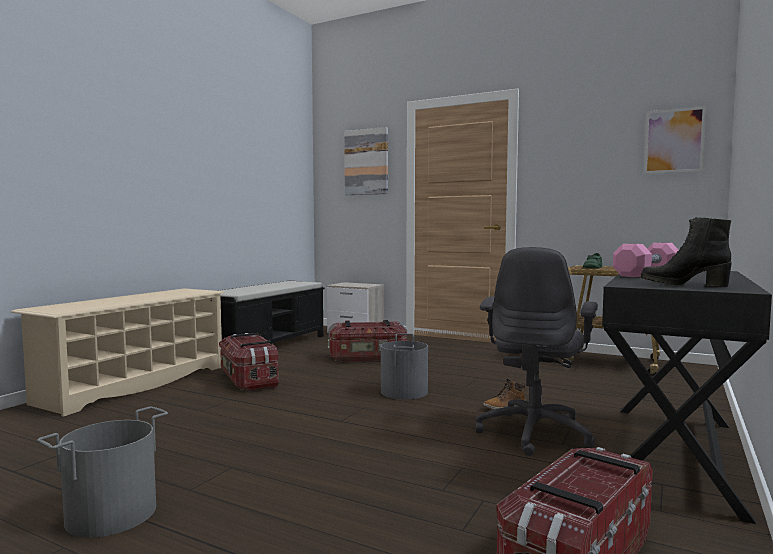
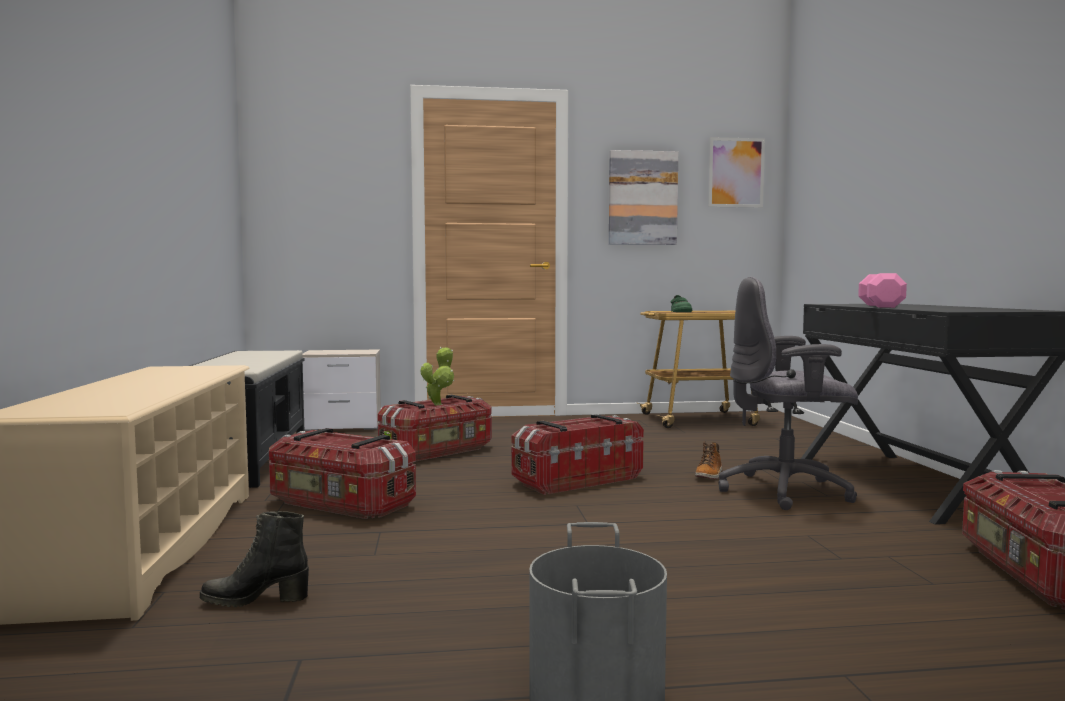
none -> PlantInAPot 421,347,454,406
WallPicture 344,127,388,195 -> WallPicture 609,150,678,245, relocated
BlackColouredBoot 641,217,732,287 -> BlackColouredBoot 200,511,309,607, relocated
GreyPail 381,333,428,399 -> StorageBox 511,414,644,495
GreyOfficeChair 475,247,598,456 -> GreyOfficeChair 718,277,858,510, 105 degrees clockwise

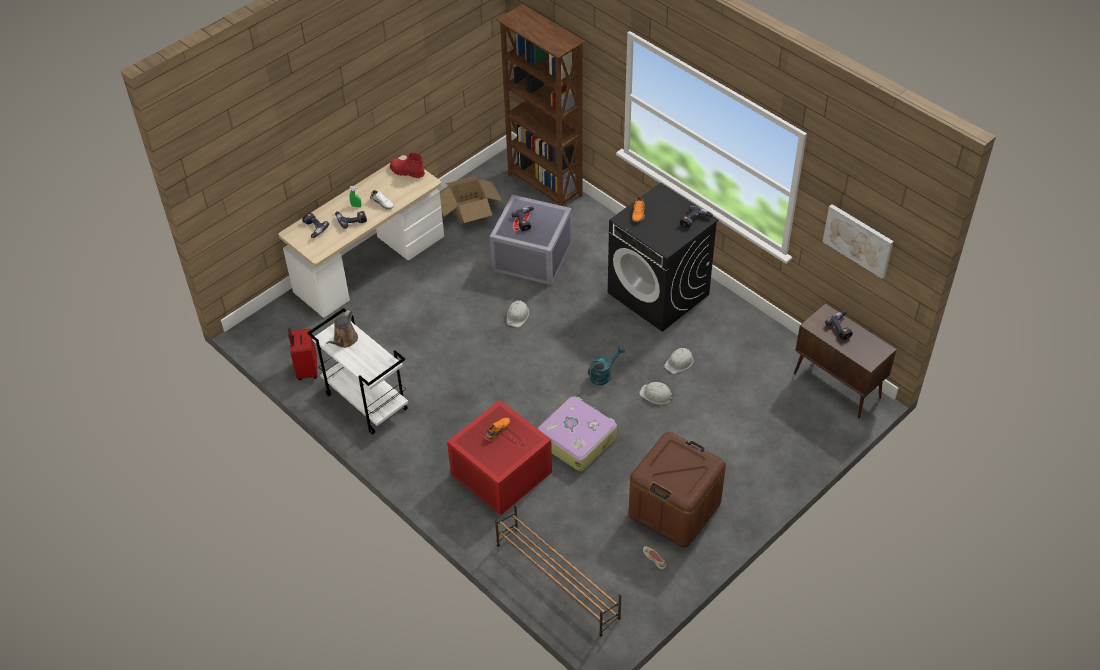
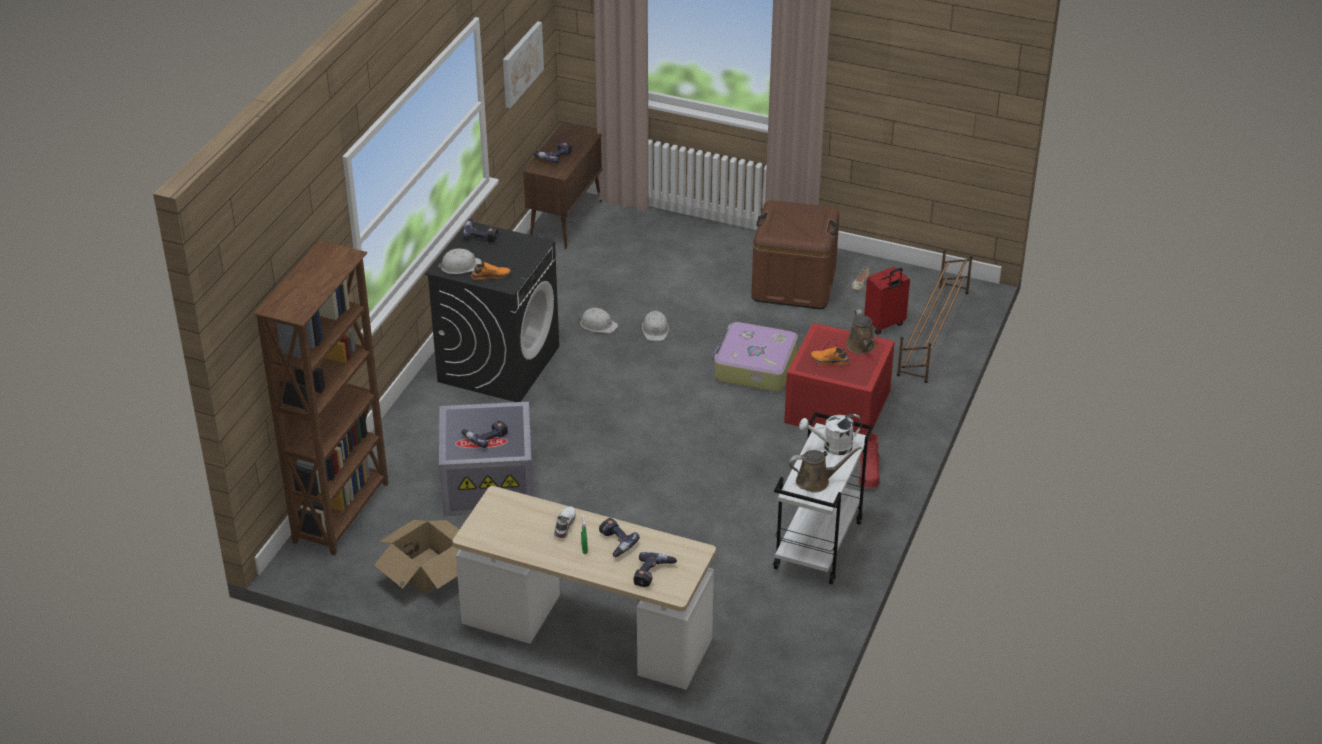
BlueGreenWateringCan 588,346,625,385 -> none
none -> WhitishWateringCan 799,414,862,455
none -> BrownColouredWateringCan 846,309,876,354
RedSuitcase 288,328,317,380 -> RedSuitcase 864,267,910,335, relocated
RedBoot 390,152,425,178 -> RedBoot 859,433,881,488, relocated
WhitishSafetyHelmet 507,300,529,327 -> WhitishSafetyHelmet 438,249,482,274, relocated

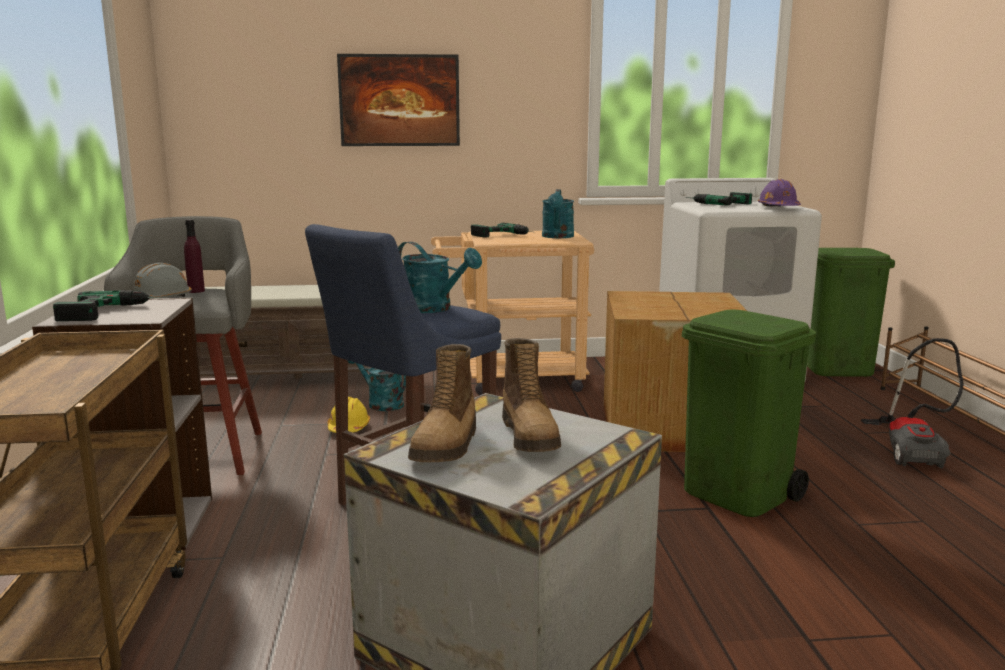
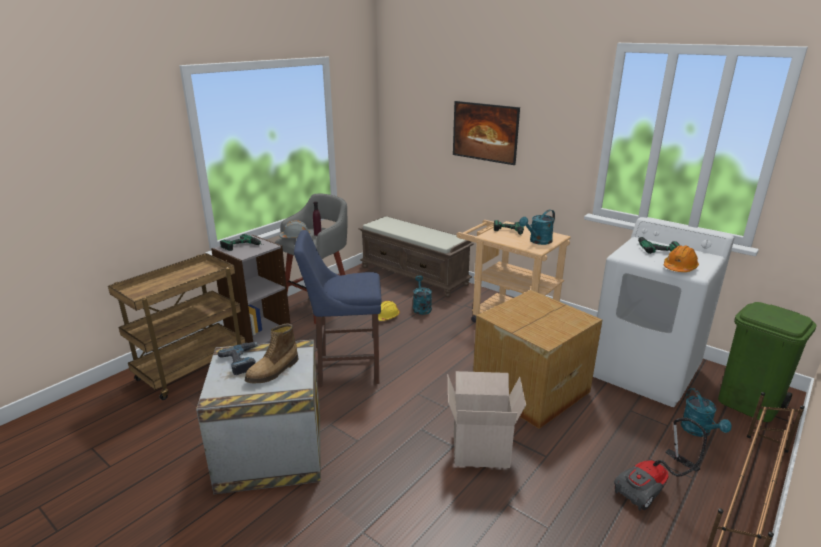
BlueGreenWateringCan 398,241,482,313 -> BlueGreenWateringCan 681,388,732,437, relocated
Boot 408,344,476,462 -> ElectricDrill 218,342,259,375
GreenColouredWasteBin 682,309,816,517 -> CardboardBox 448,371,526,468
PurpleSafetyHelmet 758,179,801,207 -> OrangeColouredSafetyHelmet 664,245,699,272

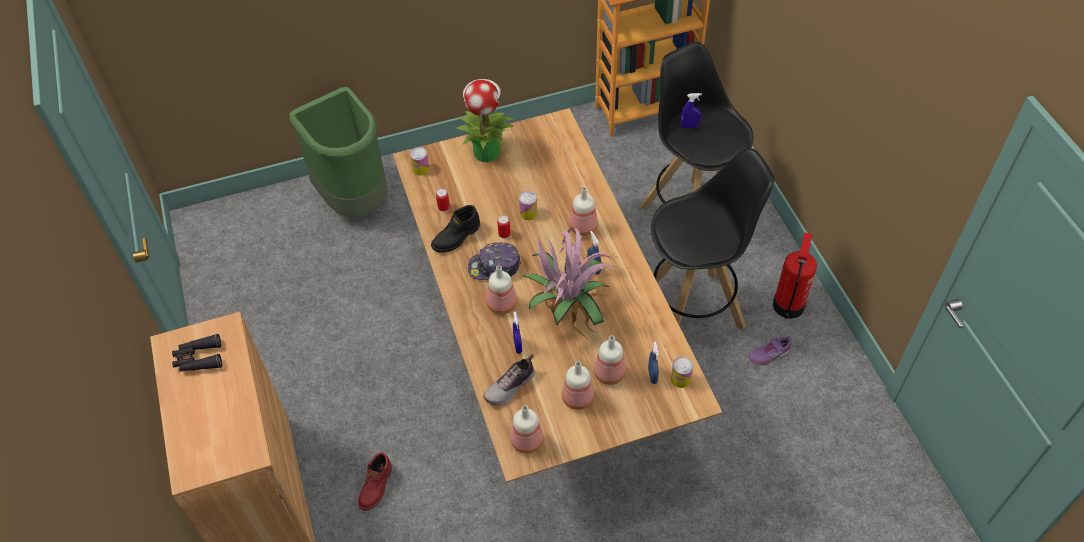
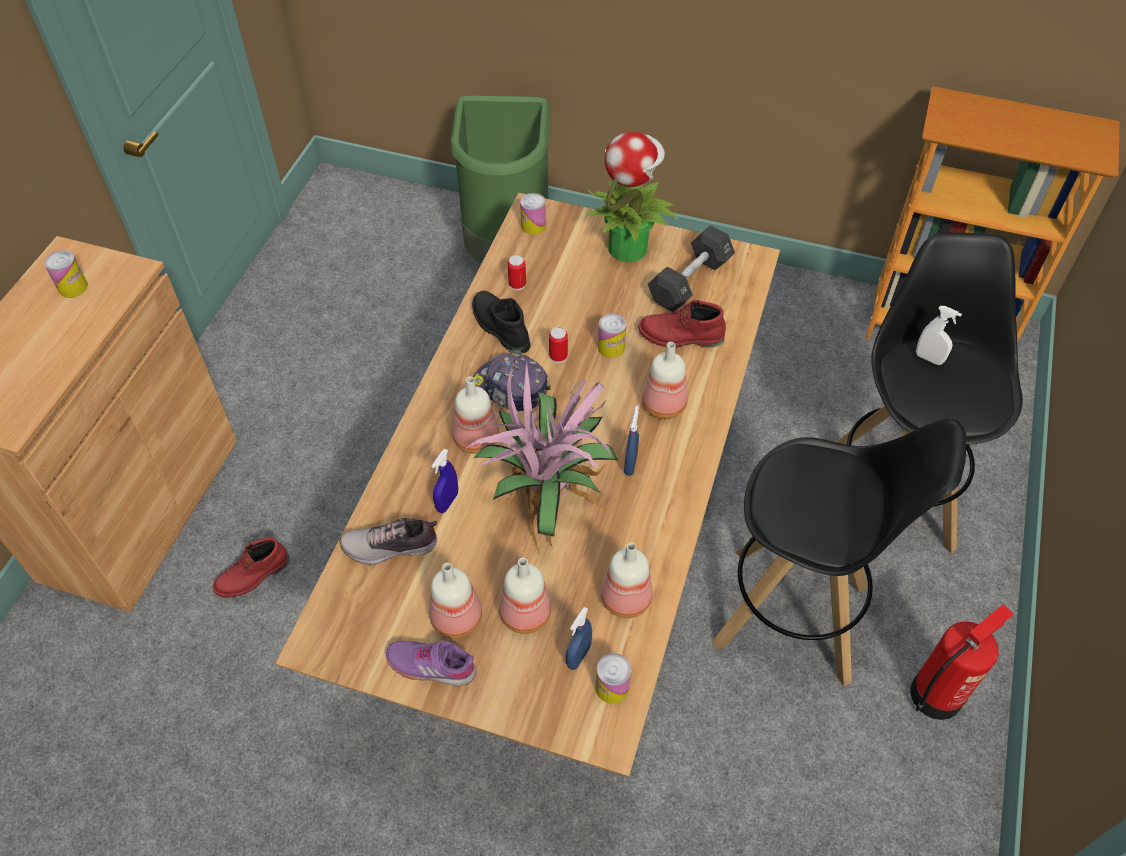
none -> RedBoot 638,300,726,348
none -> BlackColouredDumbbell 648,225,735,312
DrinkBottle 510,405,544,454 -> DrinkBottle 601,542,653,618, relocated
PurpleShoe 749,336,792,365 -> PurpleShoe 386,640,476,686, relocated
BlackColouredFieldGlasses 172,334,222,372 -> Can 44,250,88,298
BlueColouredSprayBottle 681,93,702,128 -> WhitishSprayBottle 916,306,962,365
BlackColouredBoot 431,205,480,253 -> BlackColouredBoot 472,291,531,354, 60 degrees clockwise

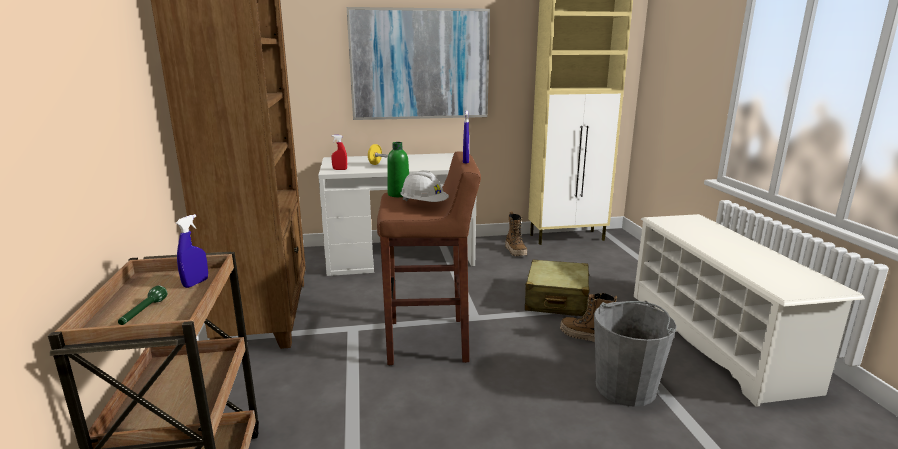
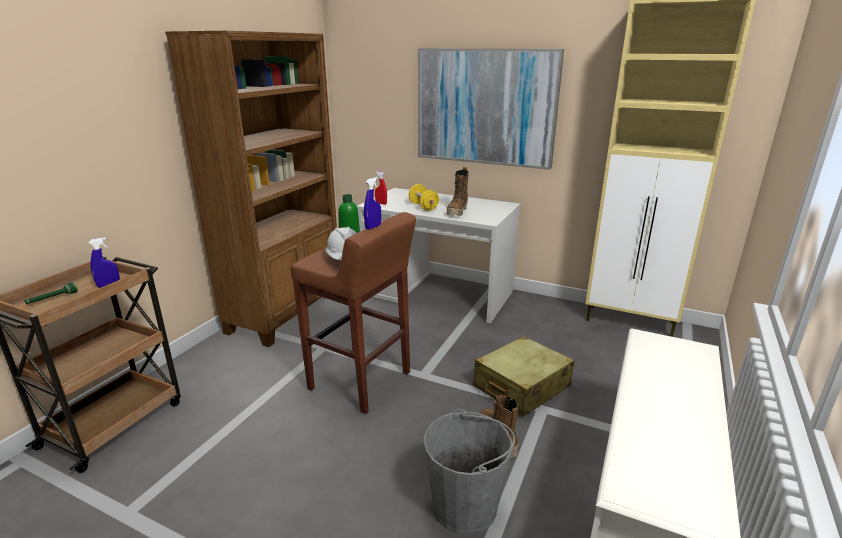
Boot 505,211,527,256 -> Boot 447,167,469,216, relocated

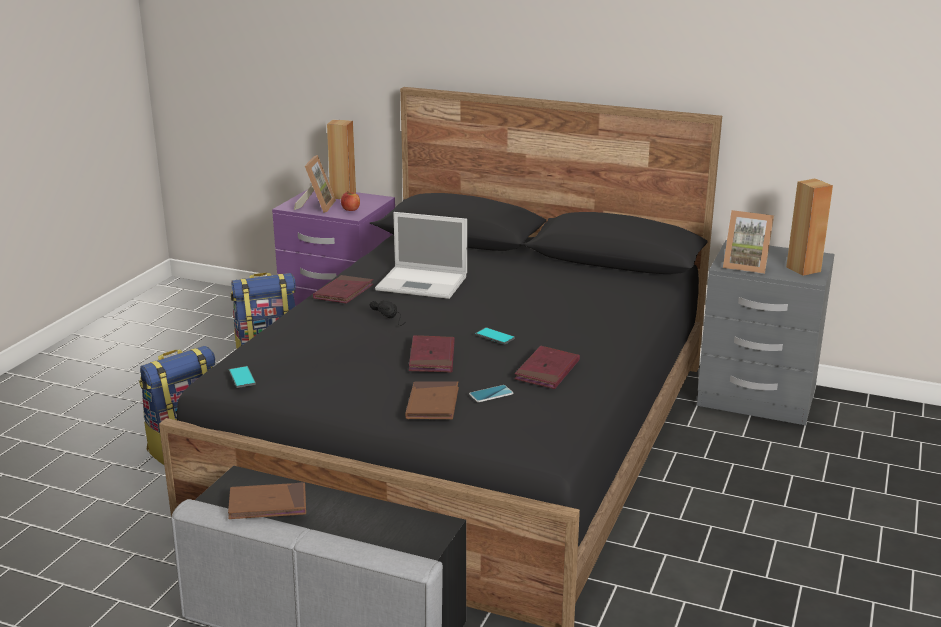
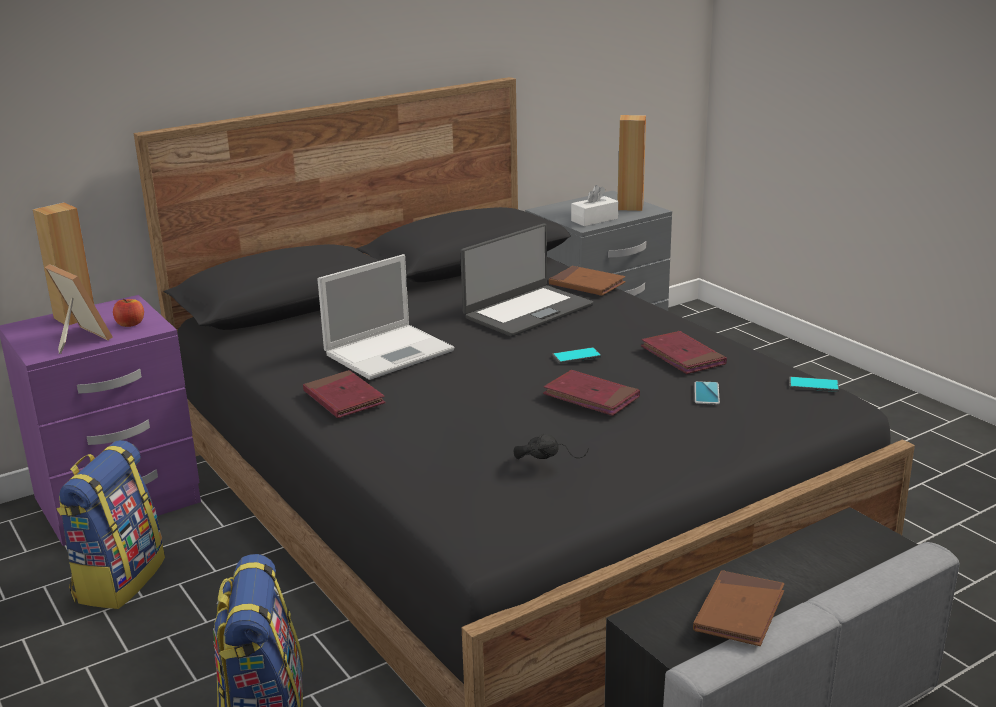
none -> NotebookComputer 460,223,593,337
Telephone 229,366,256,388 -> Telephone 789,377,839,392, relocated
BlackColouredHeadphones 370,300,403,326 -> BlackColouredHeadphones 514,434,589,459, relocated
BrownColouredBoundBook 405,381,459,419 -> BrownColouredBoundBook 549,266,626,296, relocated
PhotoFrame 723,210,774,274 -> WhitishBoxOfTissues 571,185,618,226

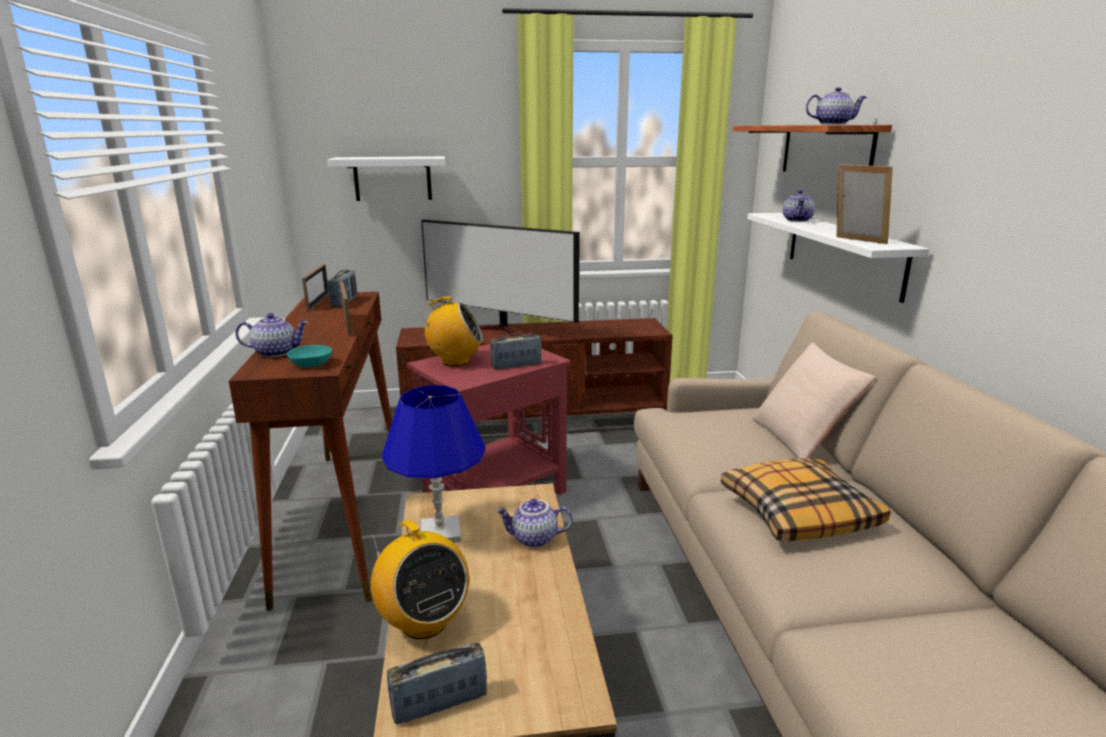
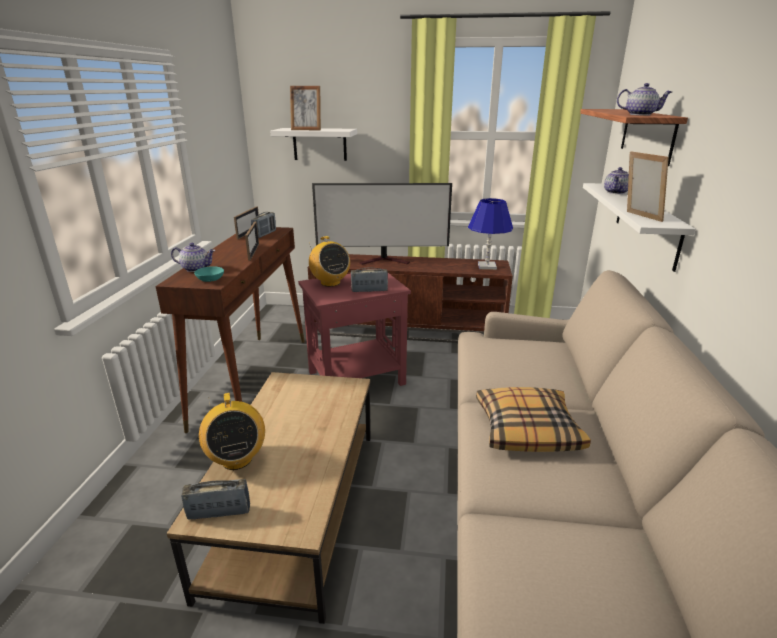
PotForTea 495,499,573,548 -> none
BeigeCushion 752,343,875,459 -> none
none -> PhotoFrame 290,86,321,130
BlueColouredLampForATable 382,385,486,543 -> BlueColouredLampForATable 468,198,513,270, relocated
Television 421,220,580,337 -> Television 312,183,452,265, 45 degrees counterclockwise
RadioSet 422,297,483,366 -> RadioSet 309,236,350,287, 45 degrees clockwise

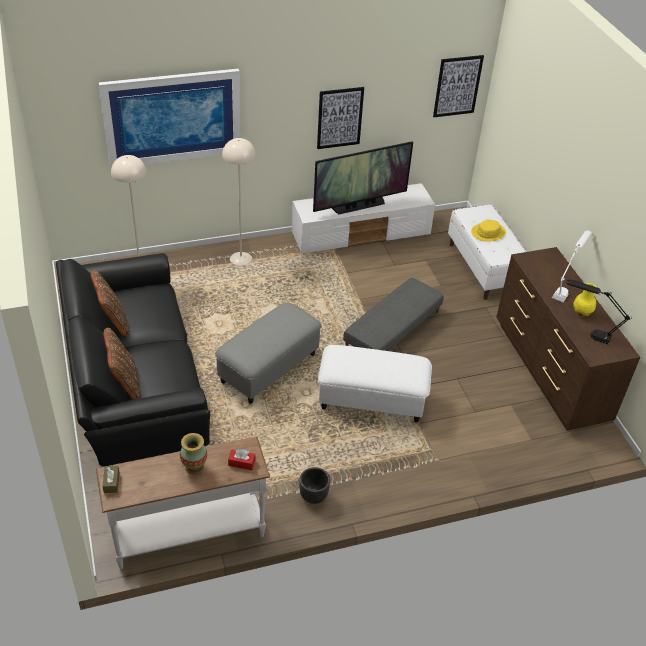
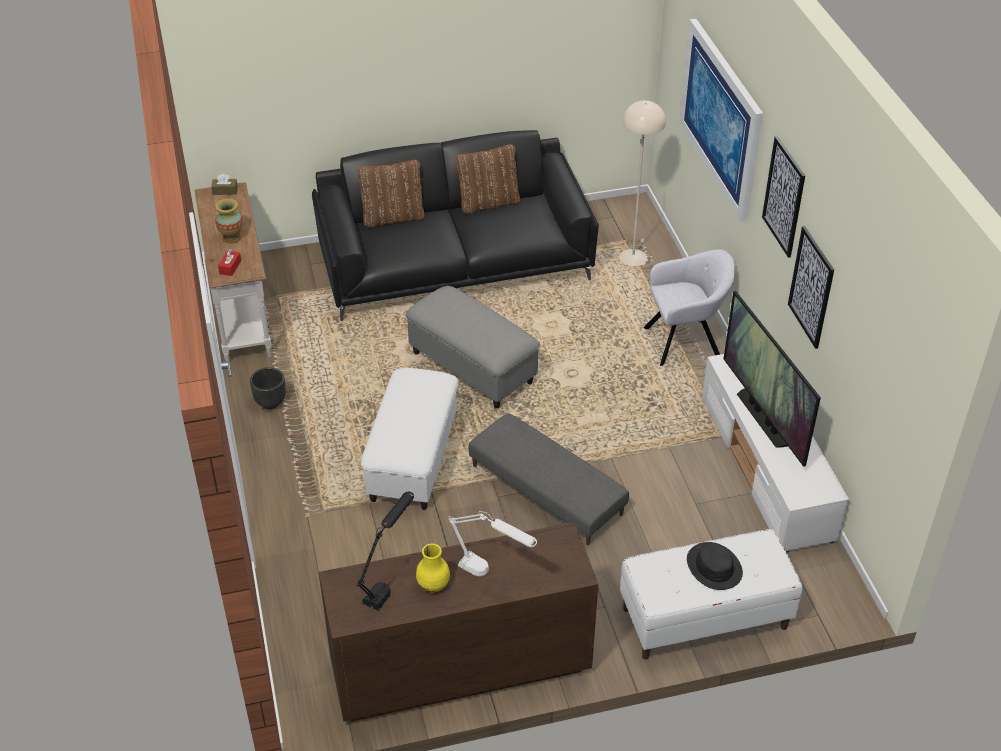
WallPicture 433,55,484,117 -> WallPicture 762,136,805,258, relocated
BeigeStandardLamp 222,138,256,265 -> GreyArmchair 643,249,736,366
YellowColouredWearableHat 471,220,506,242 -> BlackColouredWearableHat 687,542,743,590

